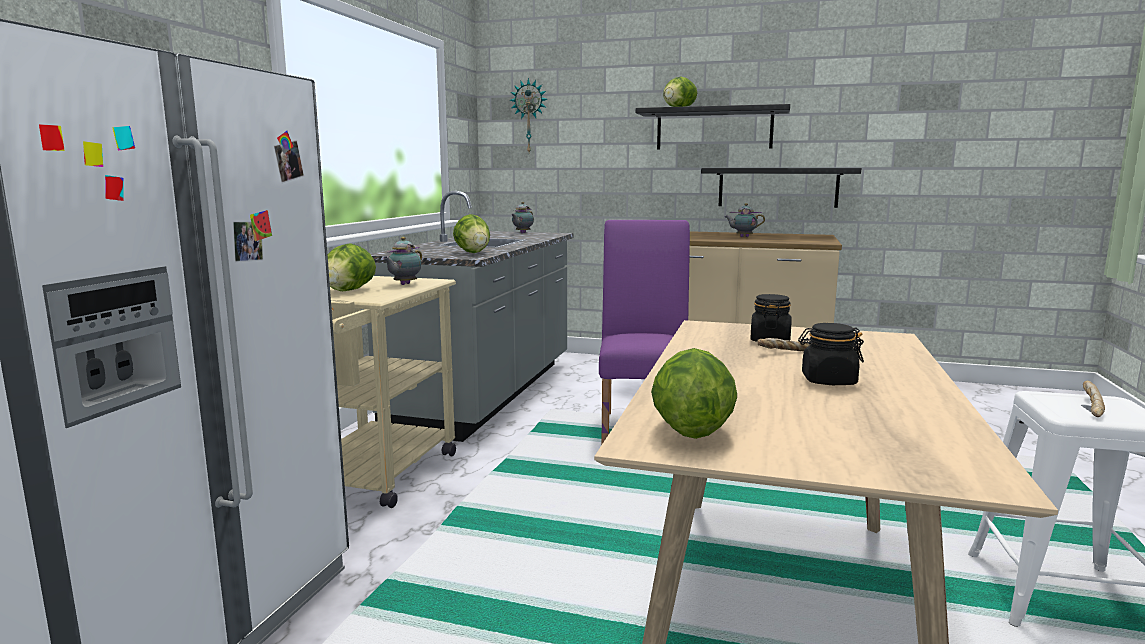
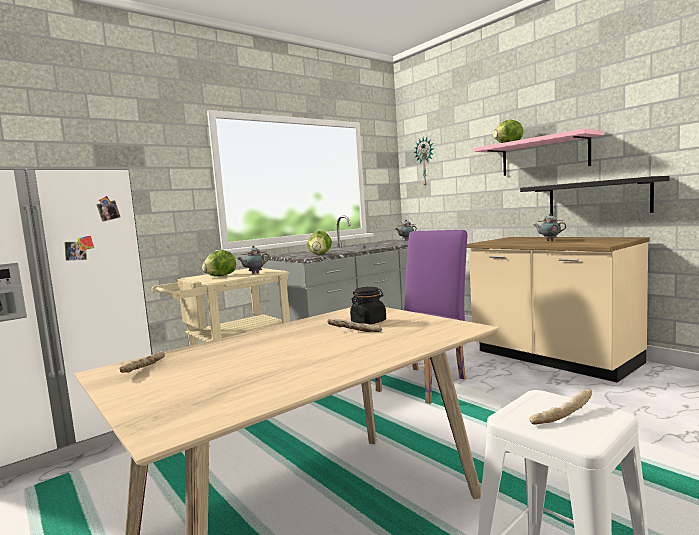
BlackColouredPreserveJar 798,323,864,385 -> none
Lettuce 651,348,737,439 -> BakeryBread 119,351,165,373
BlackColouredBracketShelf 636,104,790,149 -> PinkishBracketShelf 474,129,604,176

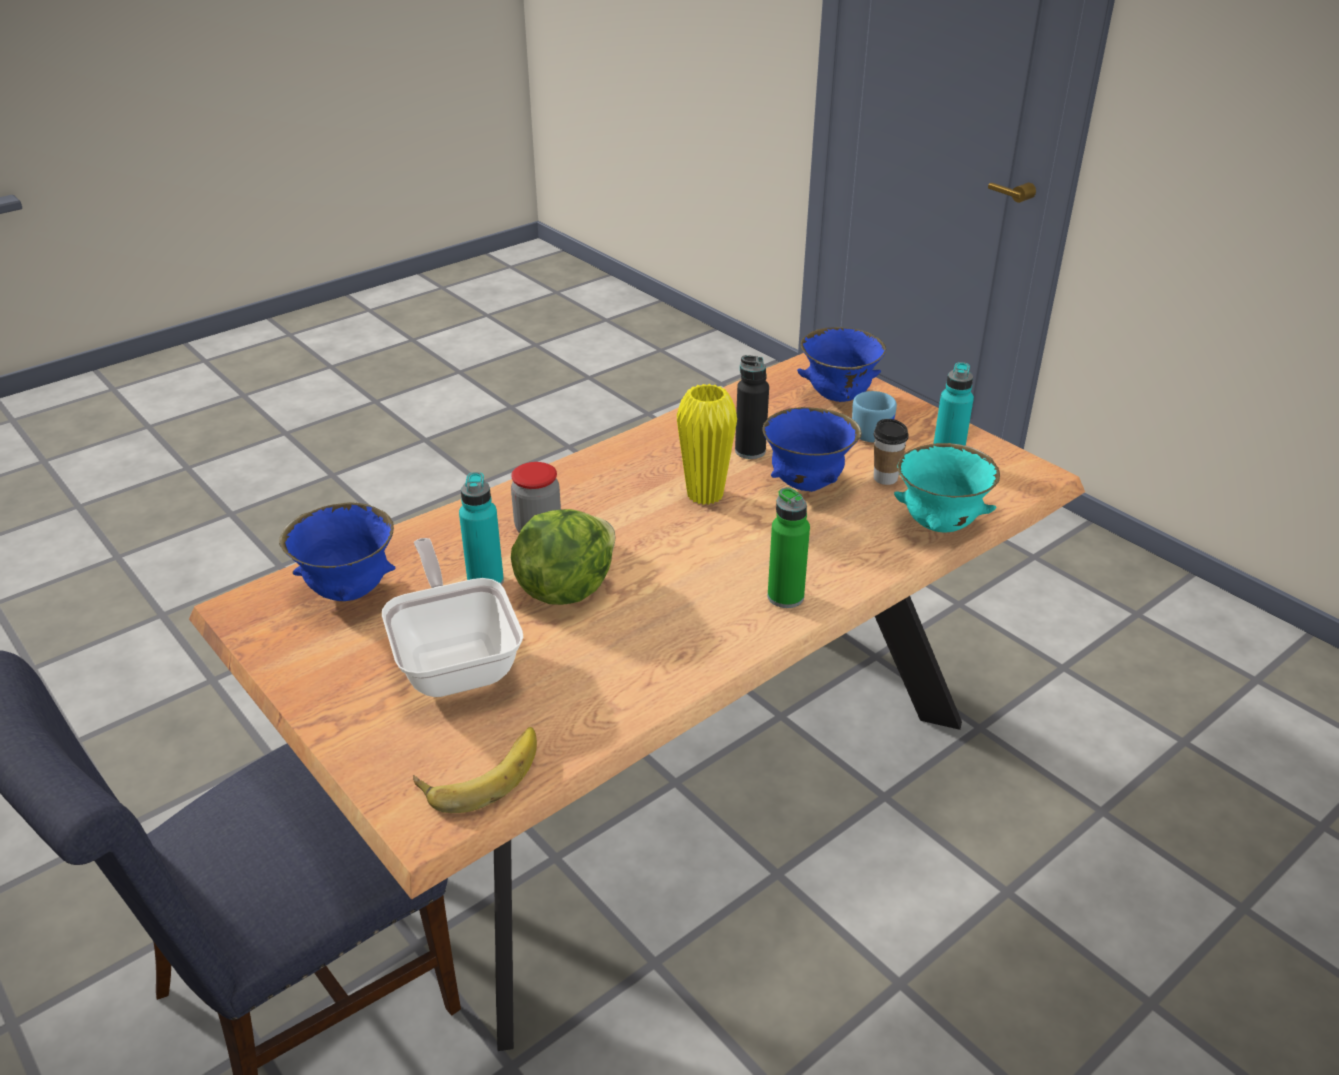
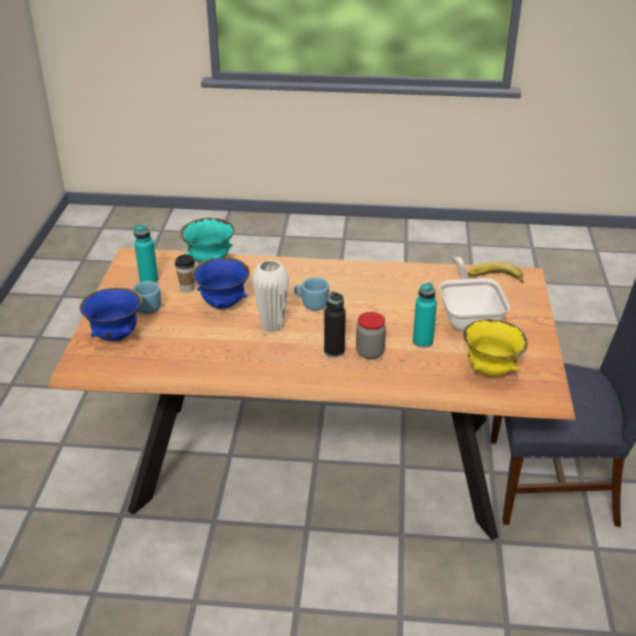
Lettuce 511,509,615,605 -> none
GreenColouredDrinkBottle 768,487,810,608 -> none
none -> BlueColouredCoffeeMug 294,277,329,310
BlackColouredDrinkBottle 735,355,769,459 -> BlackColouredDrinkBottle 324,291,346,358, relocated
BlueColouredDeepDish 279,502,395,601 -> YellowColouredDeepDish 463,319,528,376
YellowColouredFlowerVase 677,384,737,505 -> WhitishFlowerVase 252,260,289,332
Skillet 382,538,524,697 -> Skillet 439,256,510,332, 150 degrees clockwise

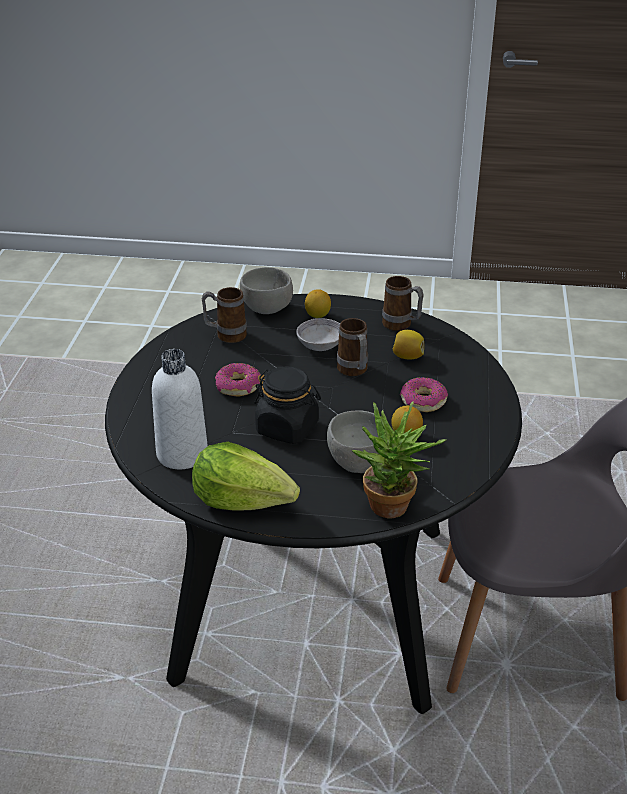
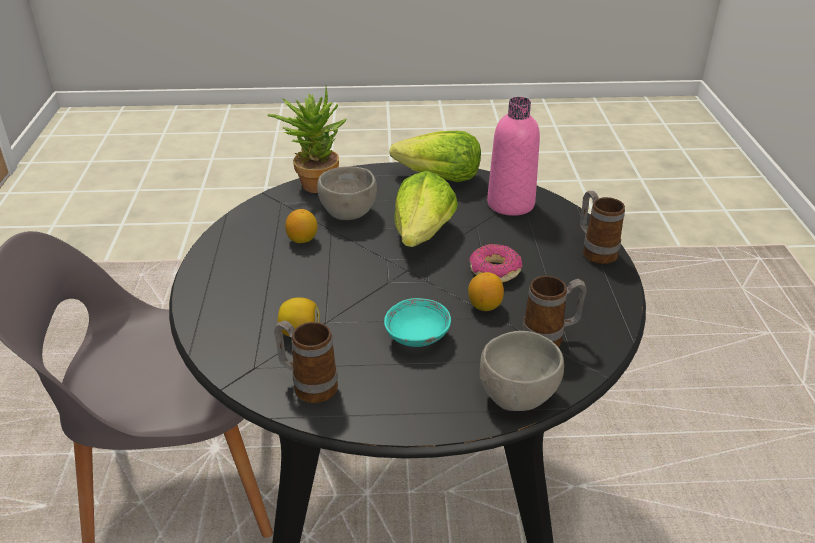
Donut 400,377,448,412 -> none
CitrusFruit 305,289,331,318 -> CitrusFruit 468,272,504,311, relocated
CoffeeMug 337,318,368,376 -> CoffeeMug 580,191,625,264, relocated
BlackColouredPreserveJar 254,366,321,444 -> Lettuce 394,171,458,247
WhitishDrinkBottle 152,349,208,469 -> PinkishDrinkBottle 487,97,540,216
GreyDeepDish 296,318,340,351 -> BlueGreenDeepDish 384,298,451,347

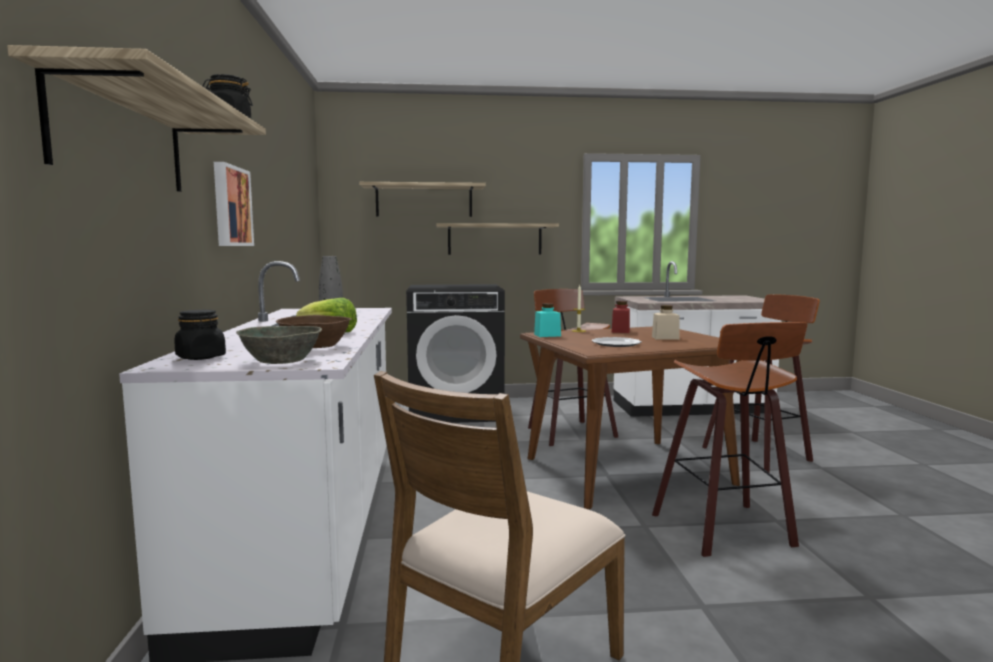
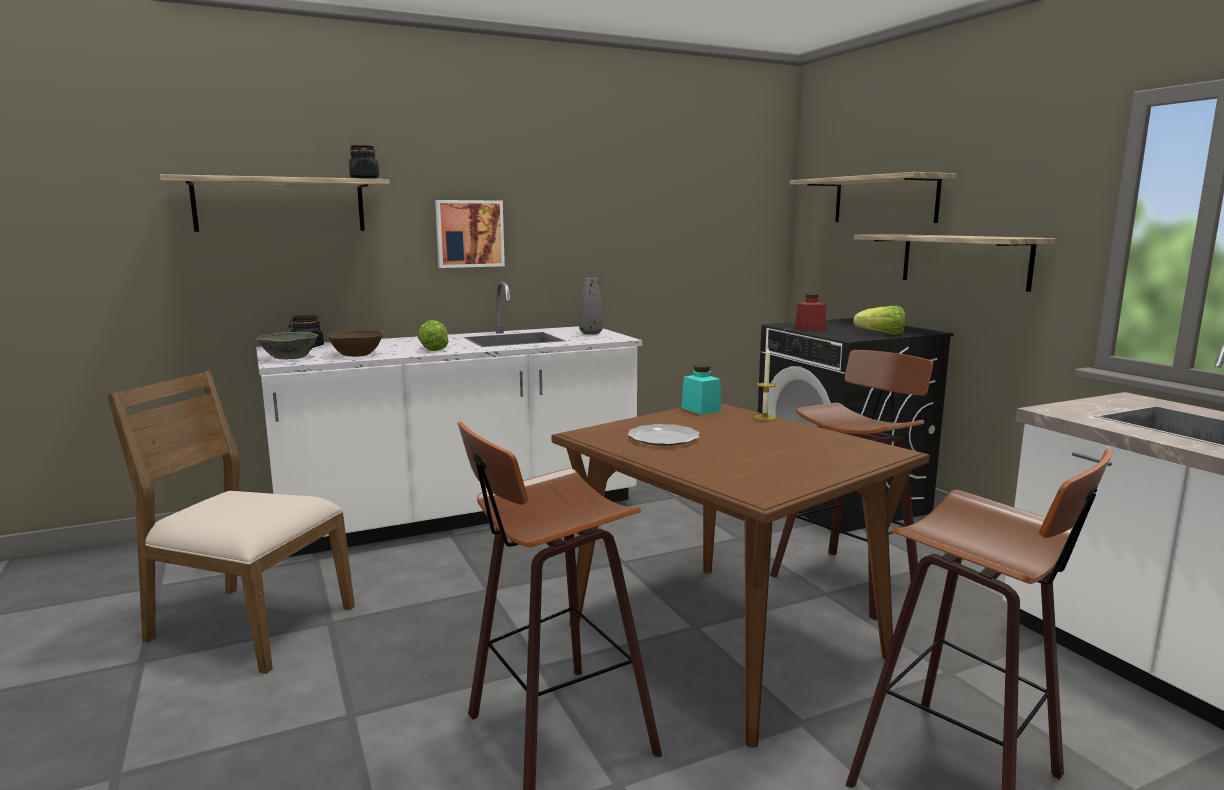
BeigePreserveJar 652,305,680,340 -> none
none -> Lettuce 853,306,906,335
RedPreserveJar 612,301,630,333 -> RedPreserveJar 795,294,826,331, relocated

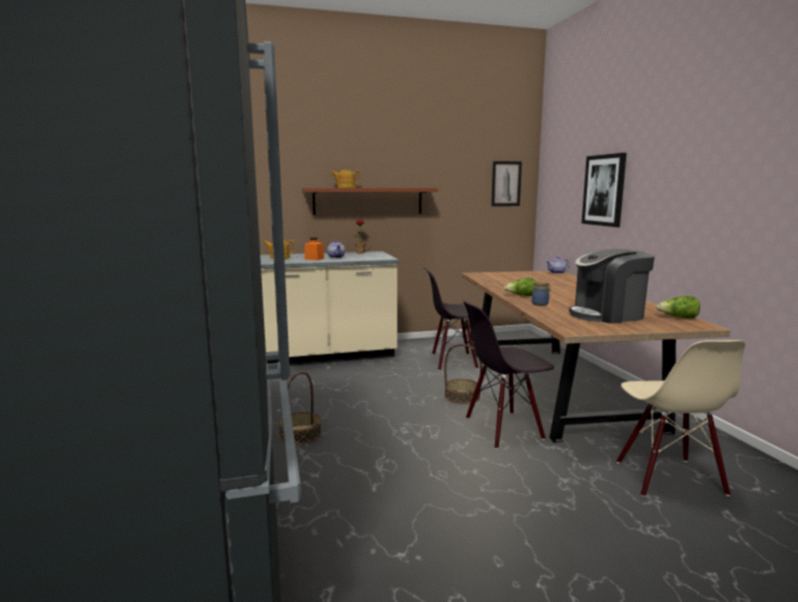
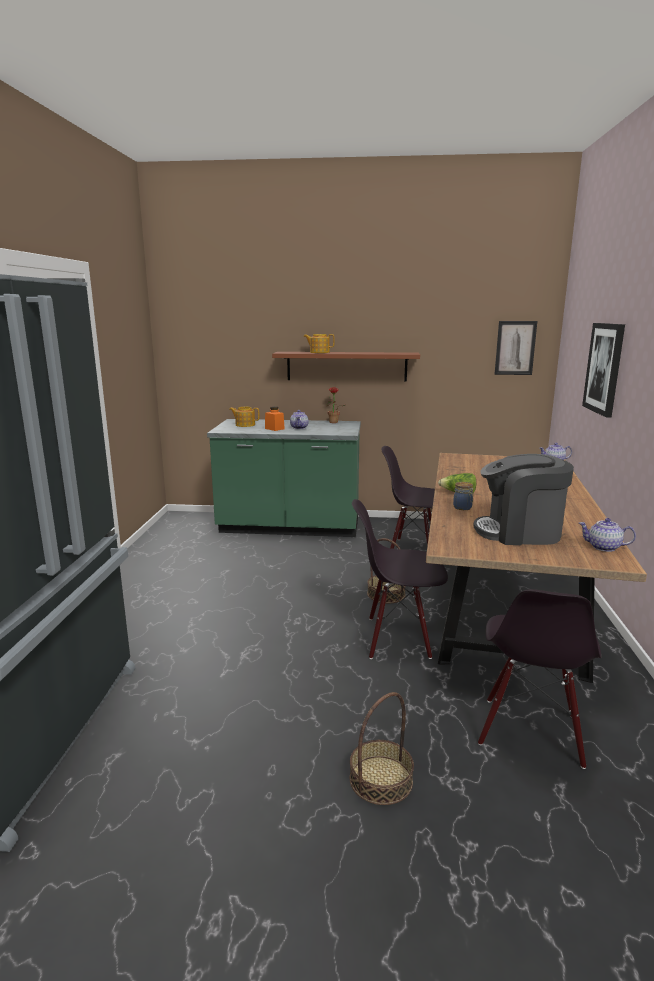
HouseholdBasket 279,372,322,444 -> HouseholdBasket 350,692,414,805, relocated
Lettuce 656,296,700,319 -> PotForTea 579,518,636,552
BeigeKitchenCounter 260,251,399,366 -> GreenColouredKitchenCounter 207,419,361,537
BeigeUprightChair 616,340,746,497 -> BlackColouredUprightChair 478,589,601,769

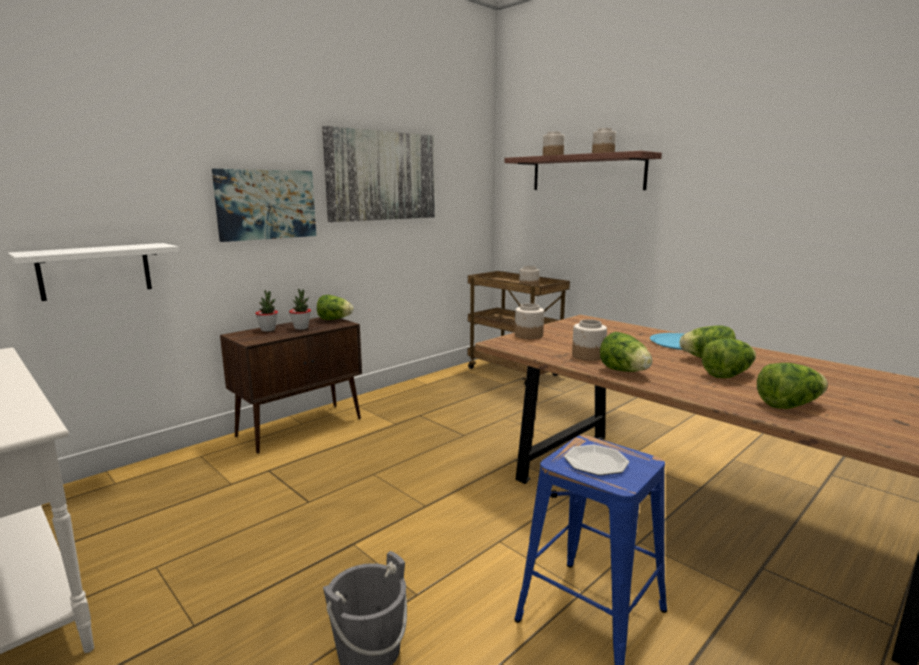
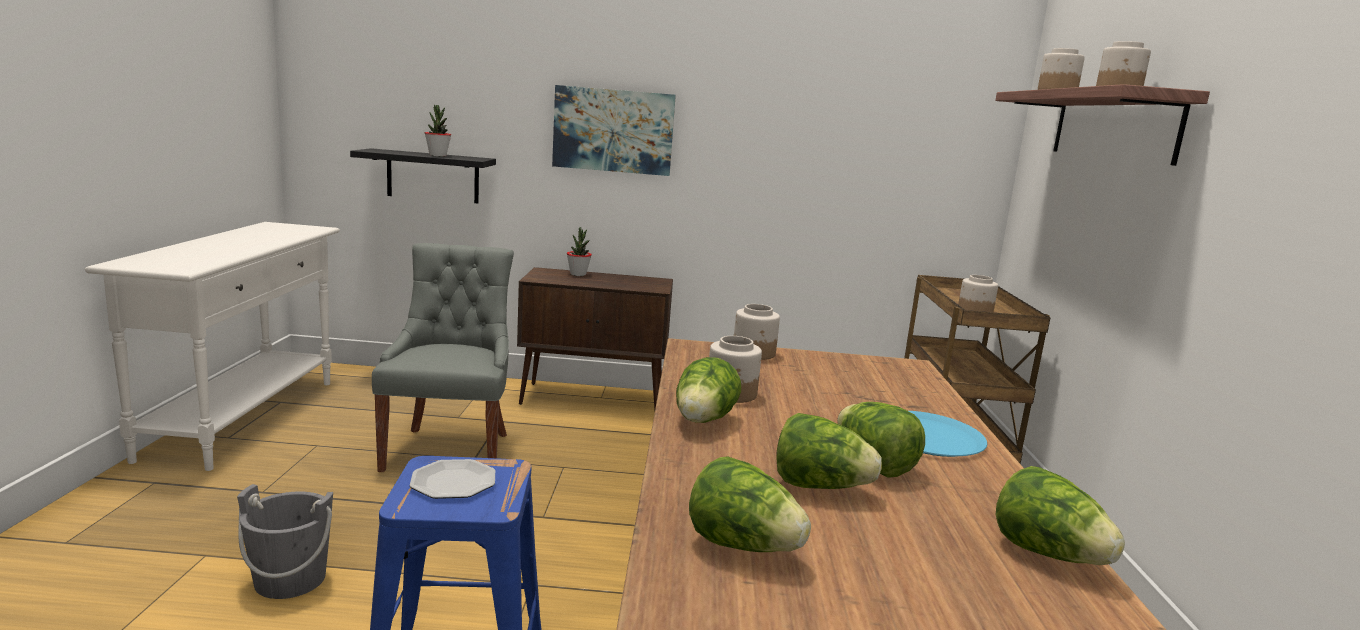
WallPicture 322,126,435,222 -> none
none -> GreyUprightChair 372,243,514,472
PlantInAPot 289,289,311,330 -> PlantInAPot 425,105,451,157, relocated
Lettuce 317,295,353,320 -> Lettuce 995,466,1125,565, relocated
WhitishBracketShelf 8,243,179,301 -> BlackColouredBracketShelf 350,148,496,203

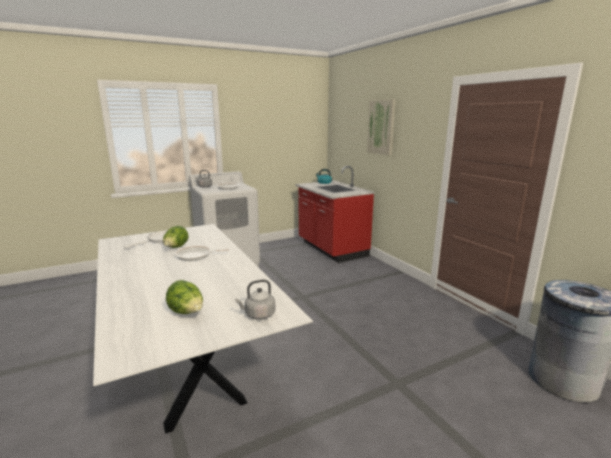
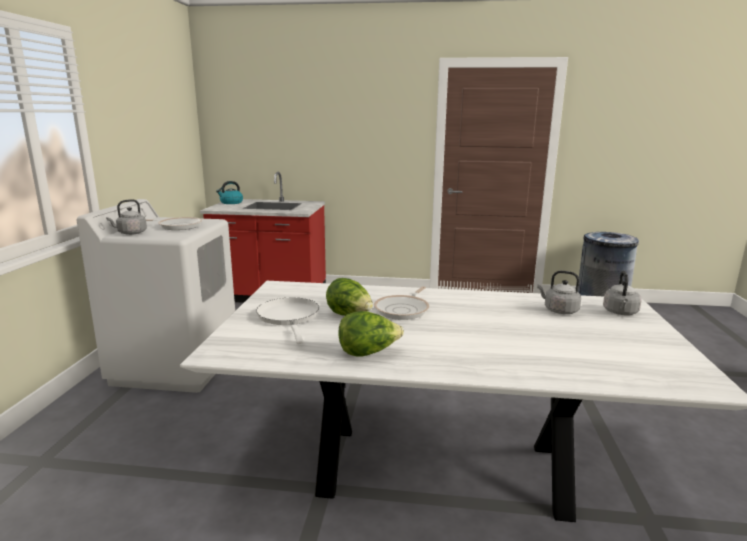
WallPicture 367,100,395,155 -> none
none -> GreyKettle 537,271,581,314
Lettuce 166,280,203,314 -> Lettuce 338,311,404,356, relocated

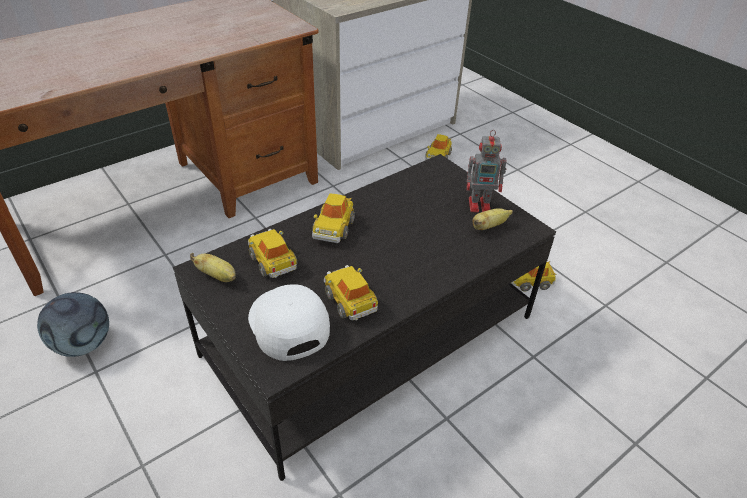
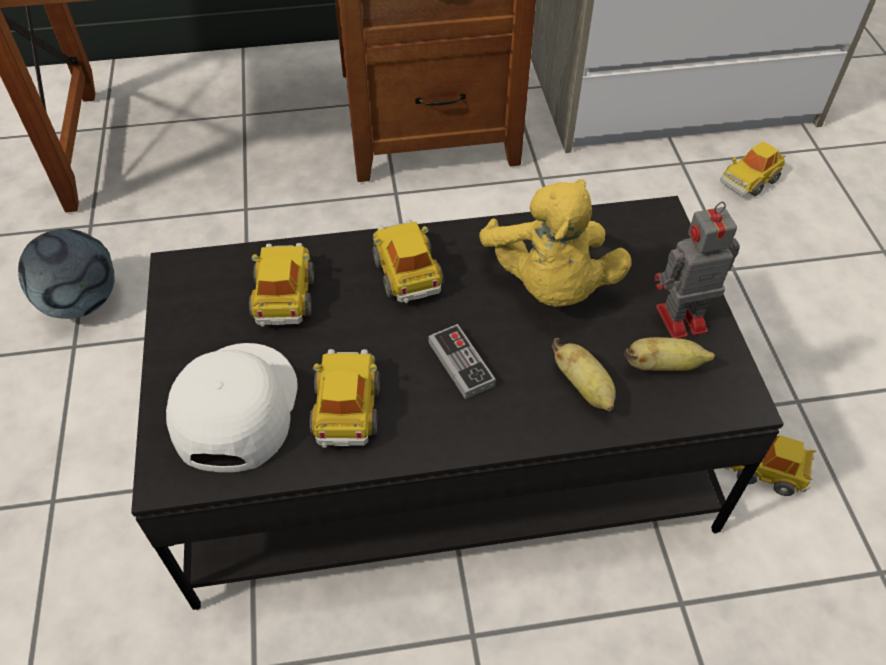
none -> Joypad 428,324,496,399
none -> YellowColouredSoftToy 479,179,632,307
Banana 190,253,236,282 -> Banana 552,338,616,412, relocated
MiniatureCar 312,193,355,243 -> MiniatureCar 373,219,444,303, 120 degrees clockwise
ModelRobot 466,130,506,213 -> ModelRobot 654,202,740,338, 135 degrees clockwise

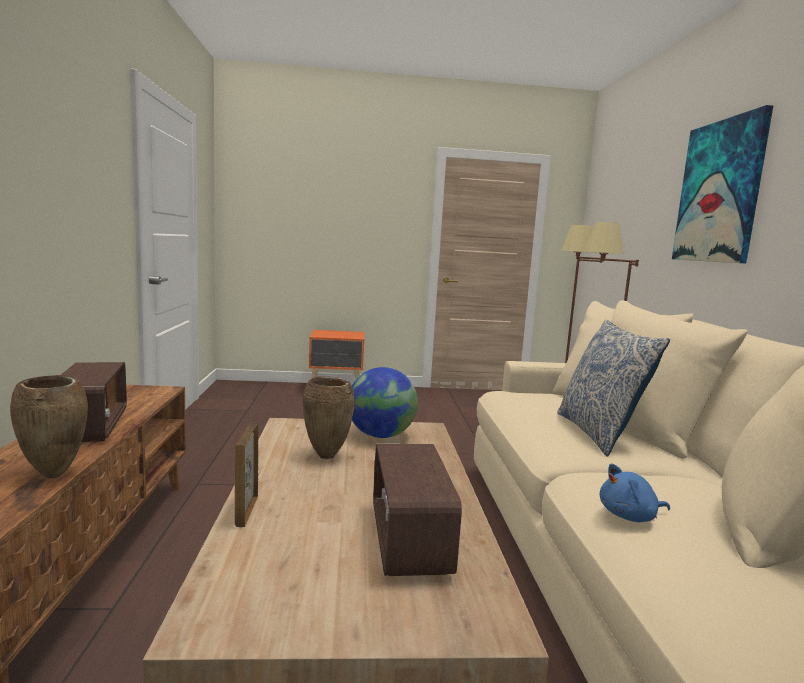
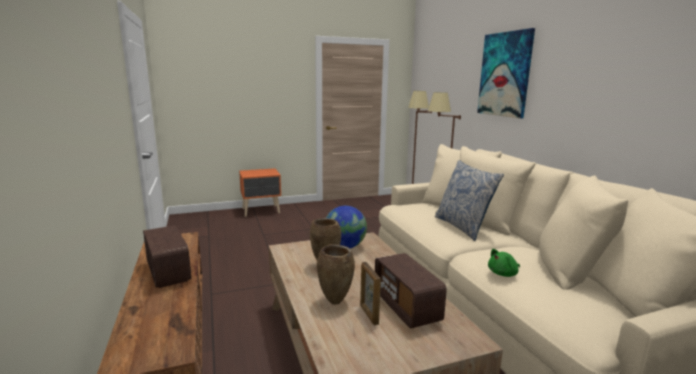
BrownColouredFlowerVase 10,375,88,478 -> BrownColouredFlowerVase 317,244,355,305, relocated
PhotoFrame 235,423,258,527 -> PhotoFrame 360,262,381,325, relocated
BlueColouredSoftToy 600,463,670,522 -> GreenColouredSoftToy 488,249,520,277

